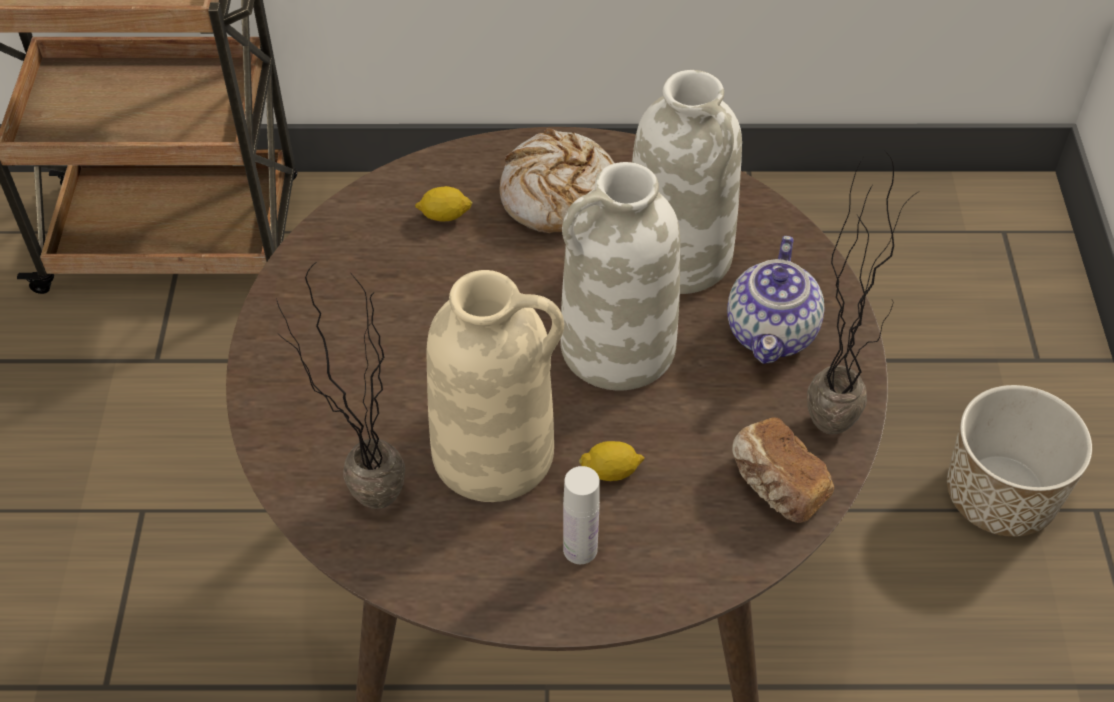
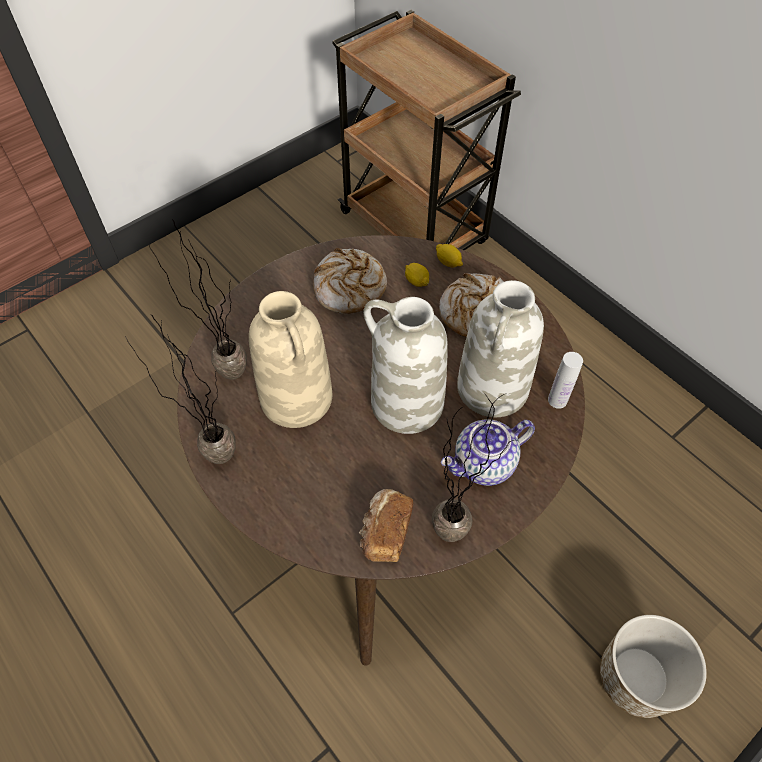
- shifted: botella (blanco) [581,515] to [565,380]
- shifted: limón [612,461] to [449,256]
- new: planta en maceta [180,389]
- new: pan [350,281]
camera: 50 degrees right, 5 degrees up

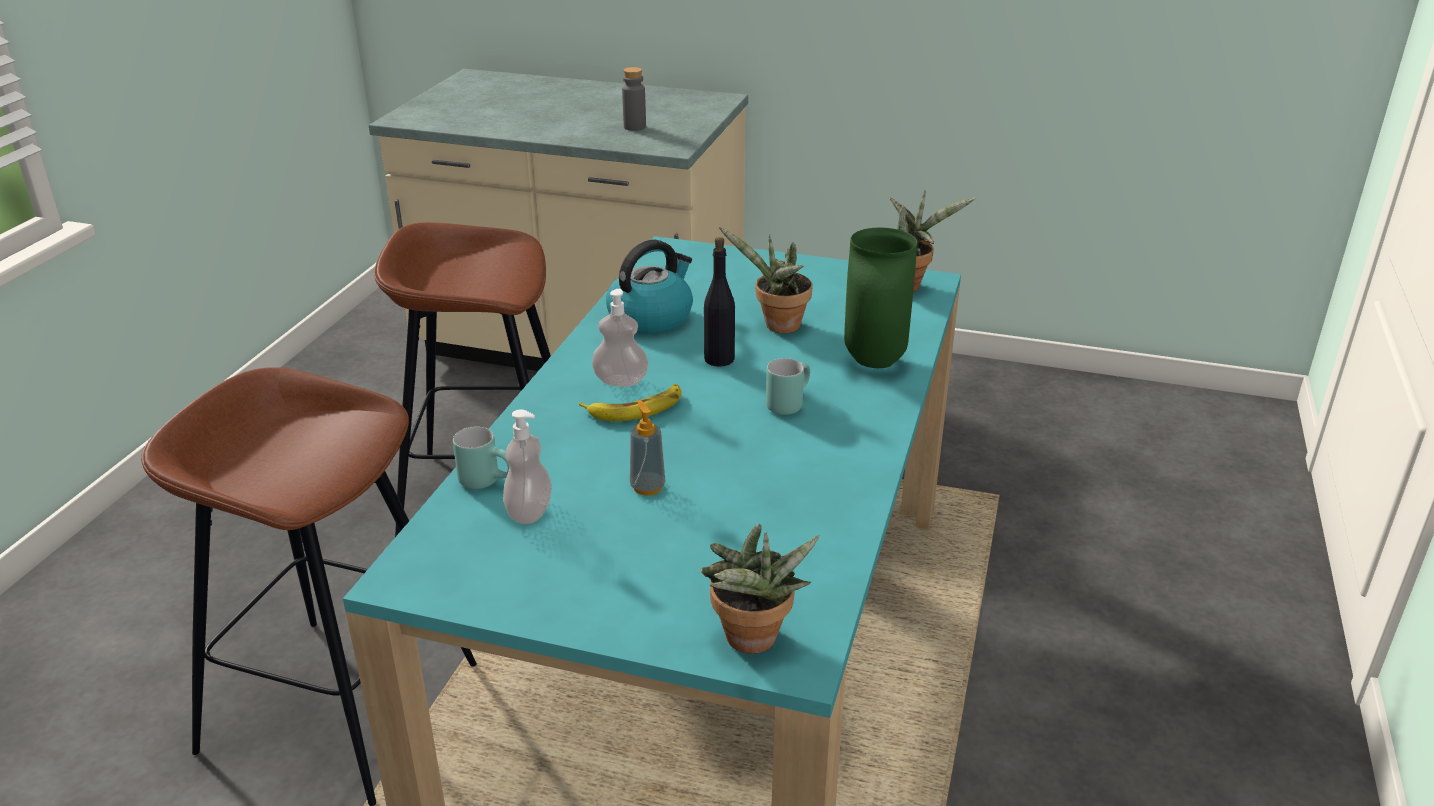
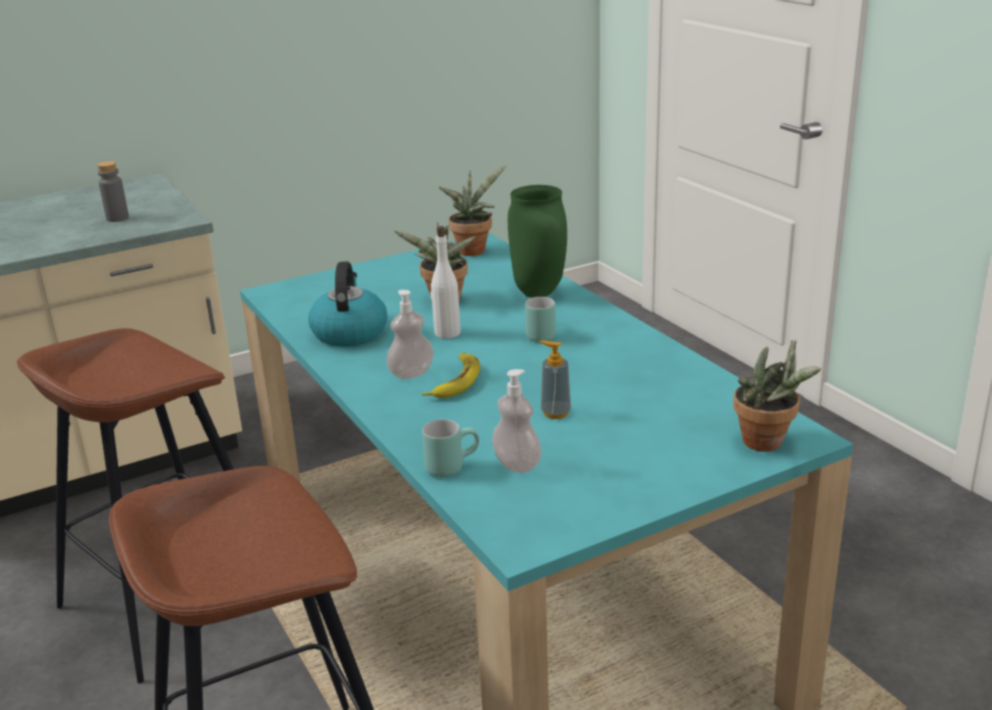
- repainted: botella (negro) [719,302] to botella (blanco) [446,282]
camera: 45 degrees left, 5 degrees down

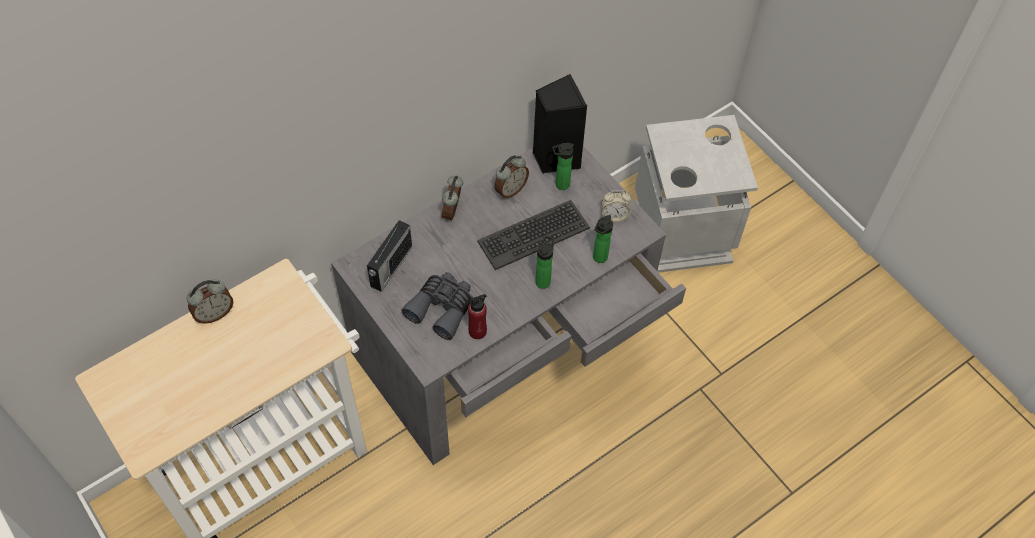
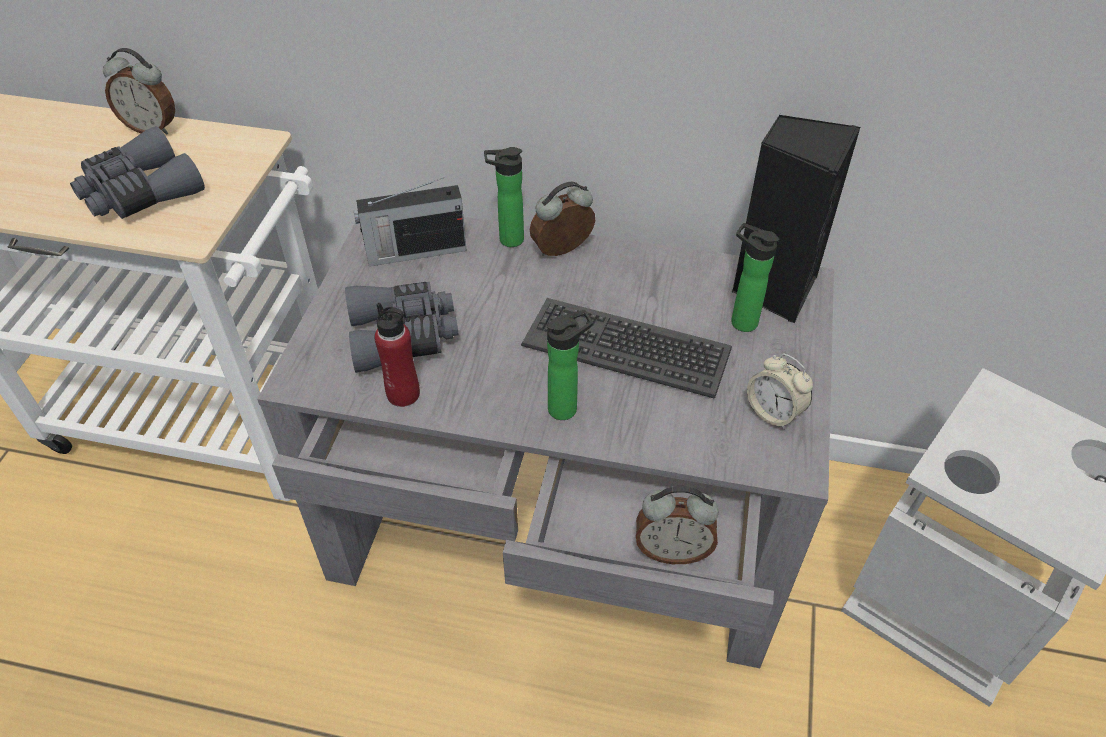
- shifted: despertador [511,177] to [677,525]
- shifted: botella [603,239] to [504,197]
- new: prismáticos (gris) [137,172]
camera: 50 degrees right, 10 degrees down

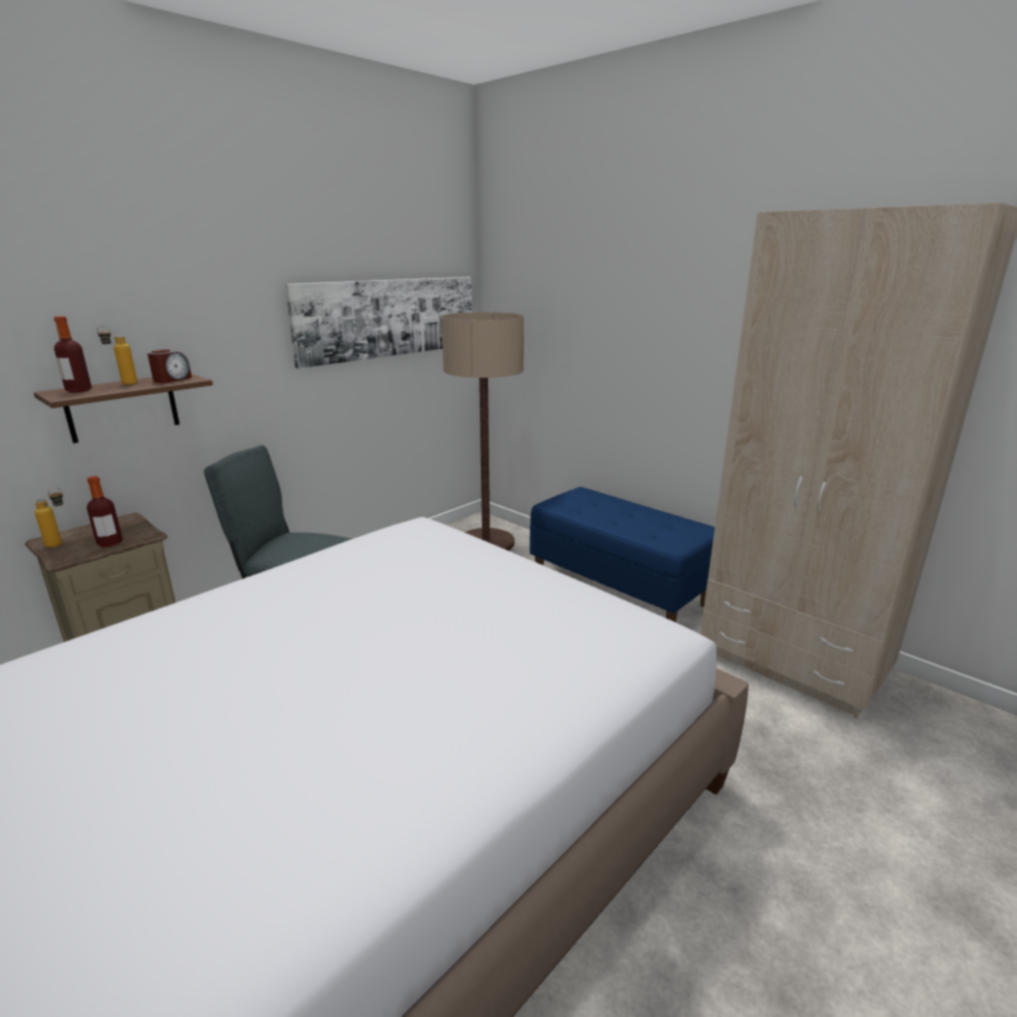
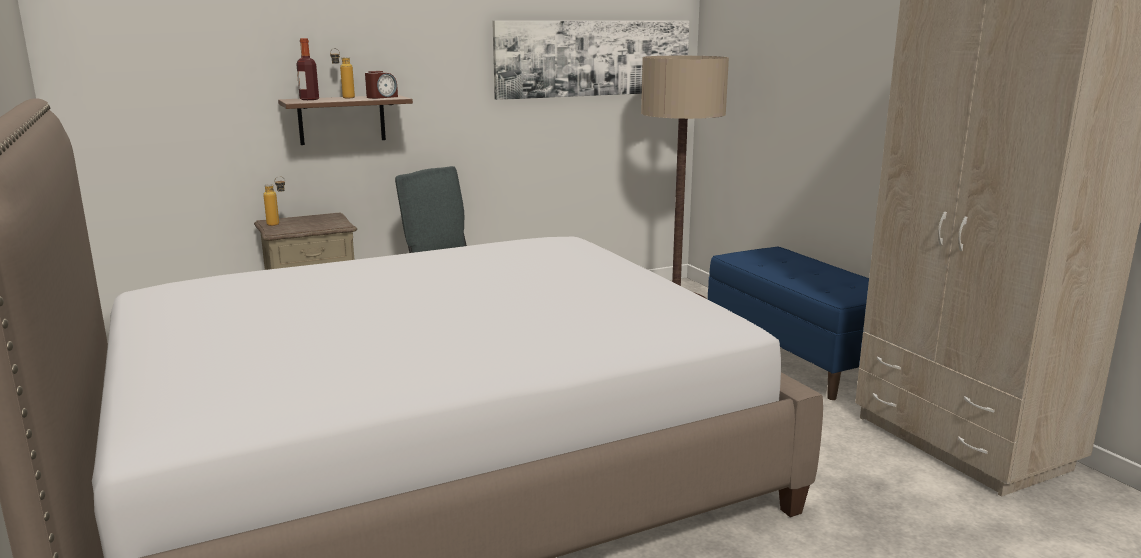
- gone: botella [105,511]
camera: 20 degrees right, 5 degrees down

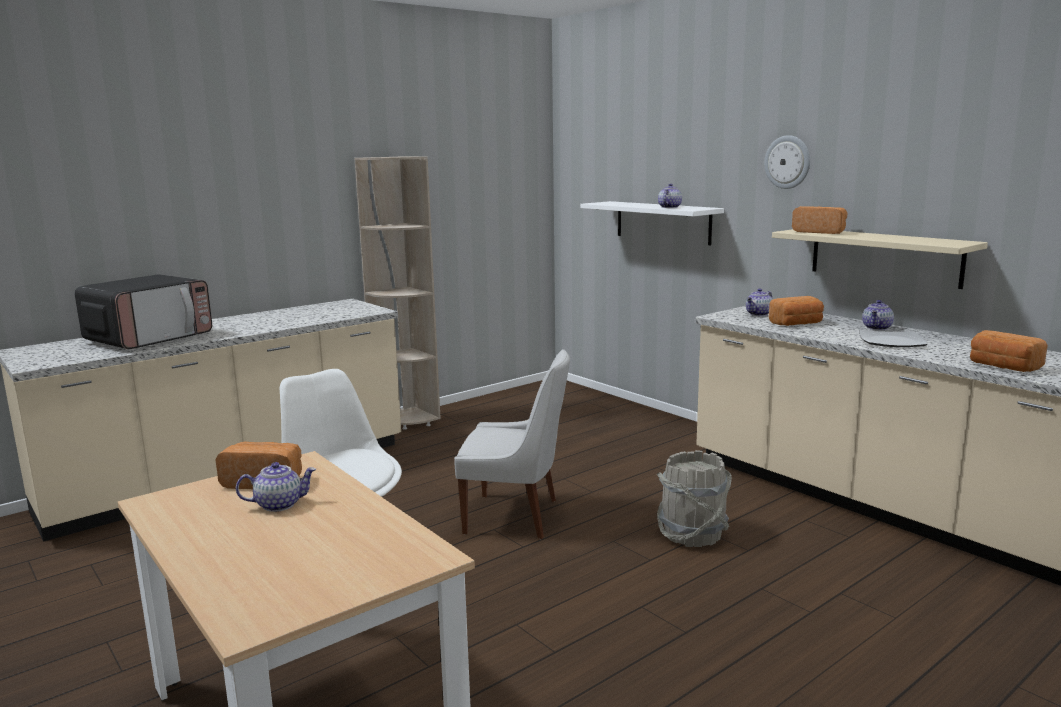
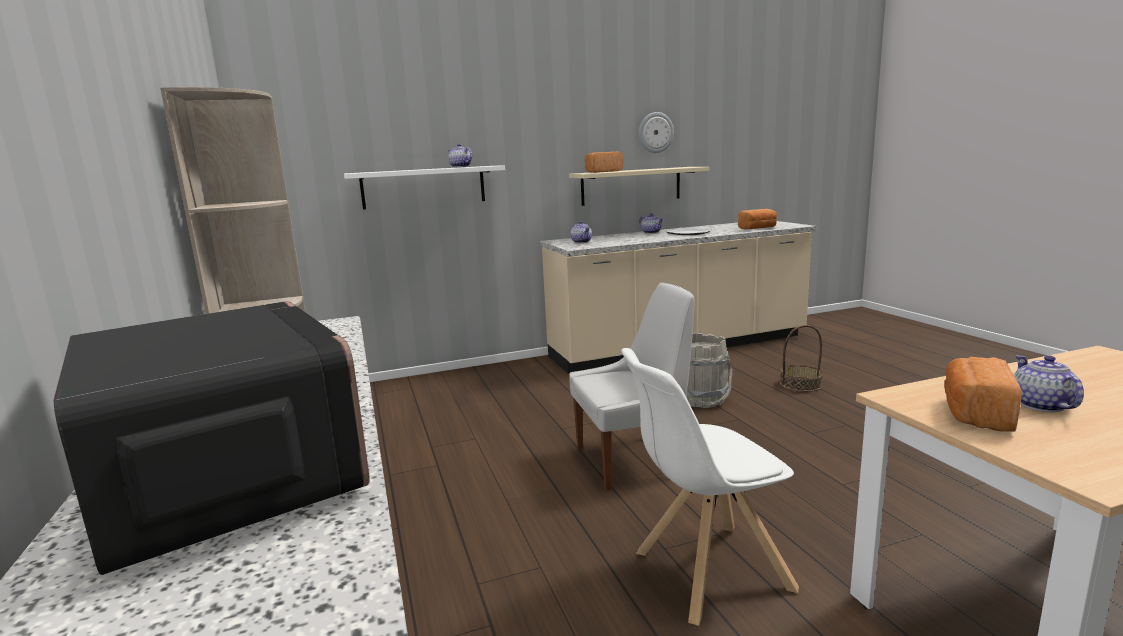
- rotated: silla (blanco) [512,444] = [632,387] 45 degrees clockwise
- shifted: reloj de pared [787,162] to [656,132]
- gone: pan [796,311]
- new: cesta [801,358]
camera: 70 degrees left, 0 degrees up

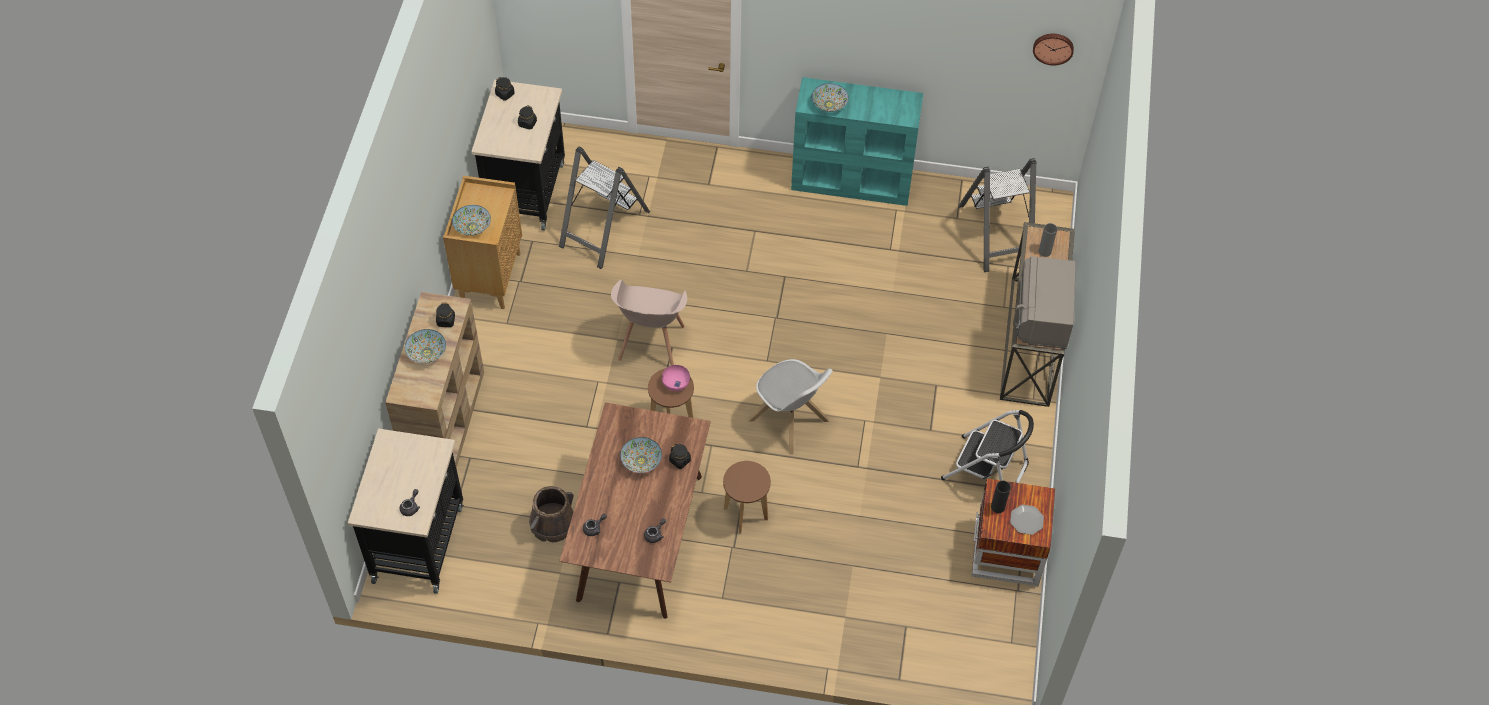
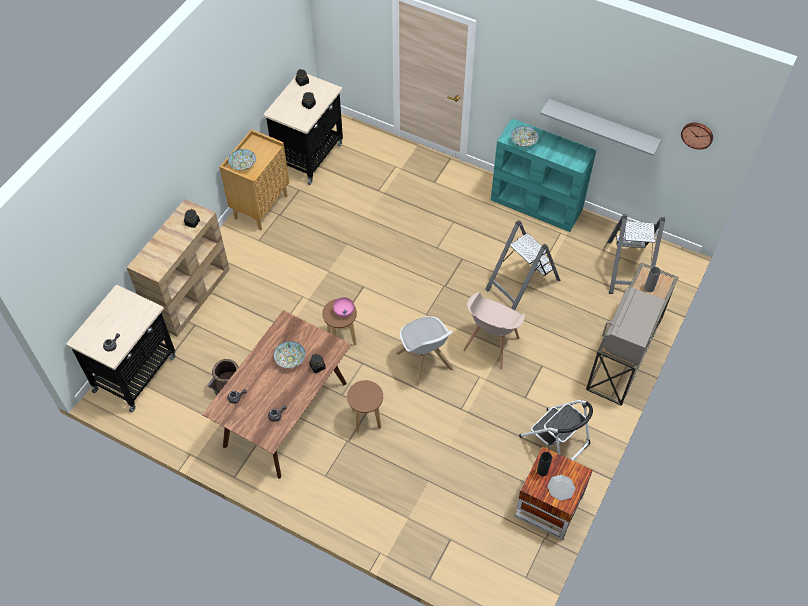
- gone: cuenco [425,346]
- shifted: escalera de tijera (gris) [604,207] to [522,265]
- shifted: silla (beis) [649,323] to [494,330]
- new: estante (gris) [600,127]
camera: 20 degrees right, 0 degrees up

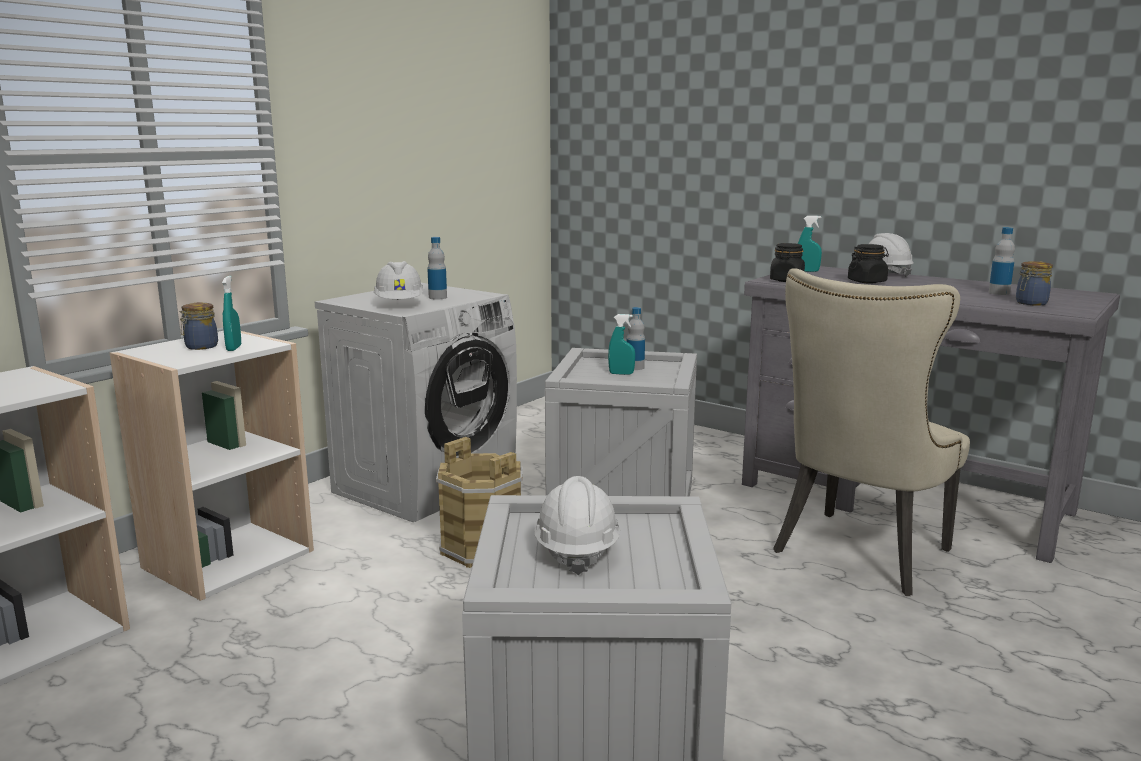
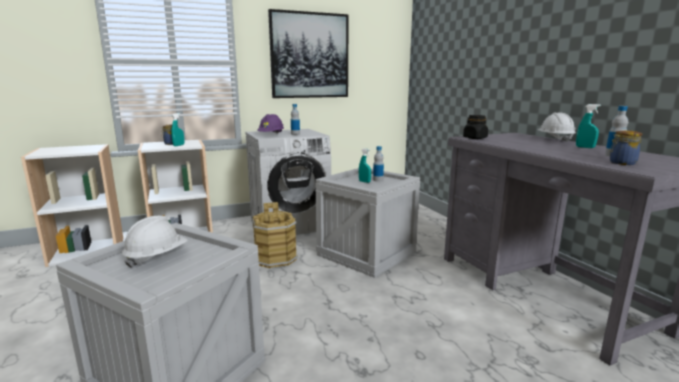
- repainted: casco (blanco) [398,280] to casco (morado) [270,123]
- gone: silla (beis) [871,432]
- shifted: pulverizador (turquesa) [810,244] to [588,126]
- gone: tarro (negro) [868,264]
- new: cuadro [308,53]
camera: 30 degrees right, 0 degrees up

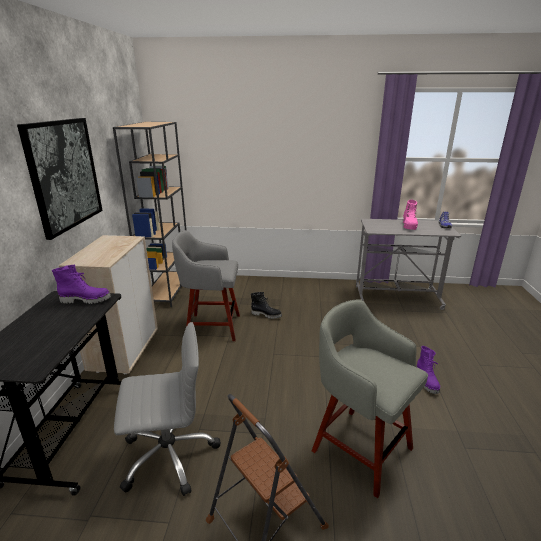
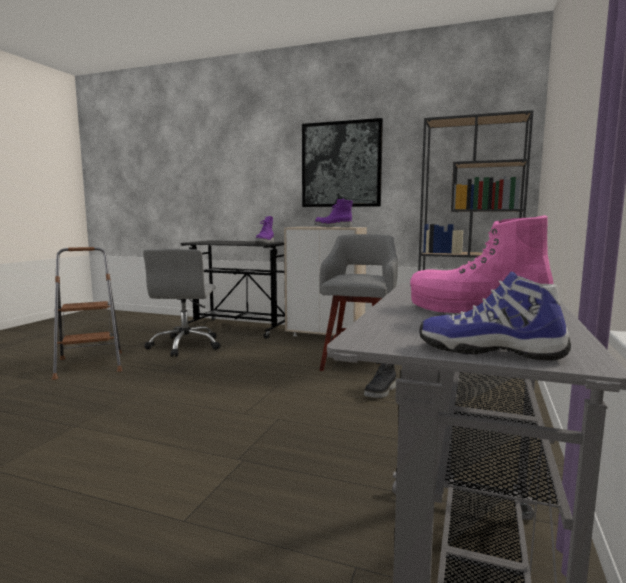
- gone: taburete (gris) [370,398]
- shifted: bota (morado) [428,370] to [333,213]
camera: 105 degrees right, 15 degrees down

